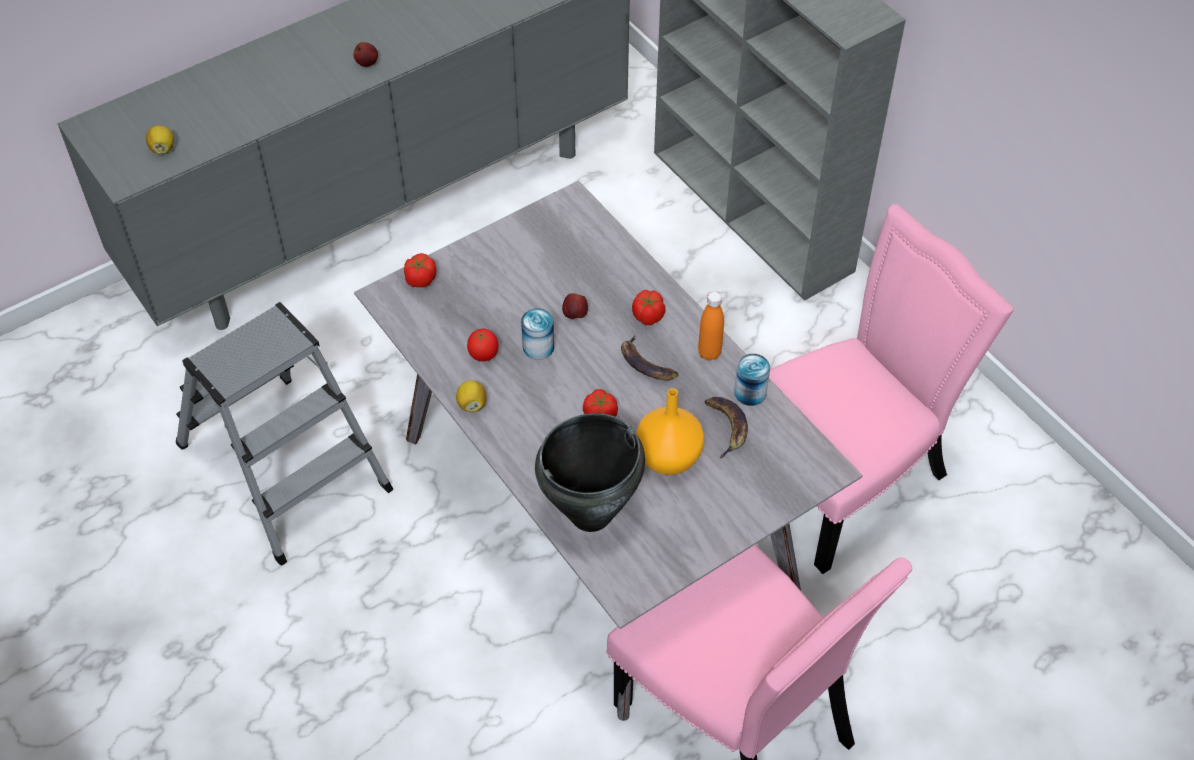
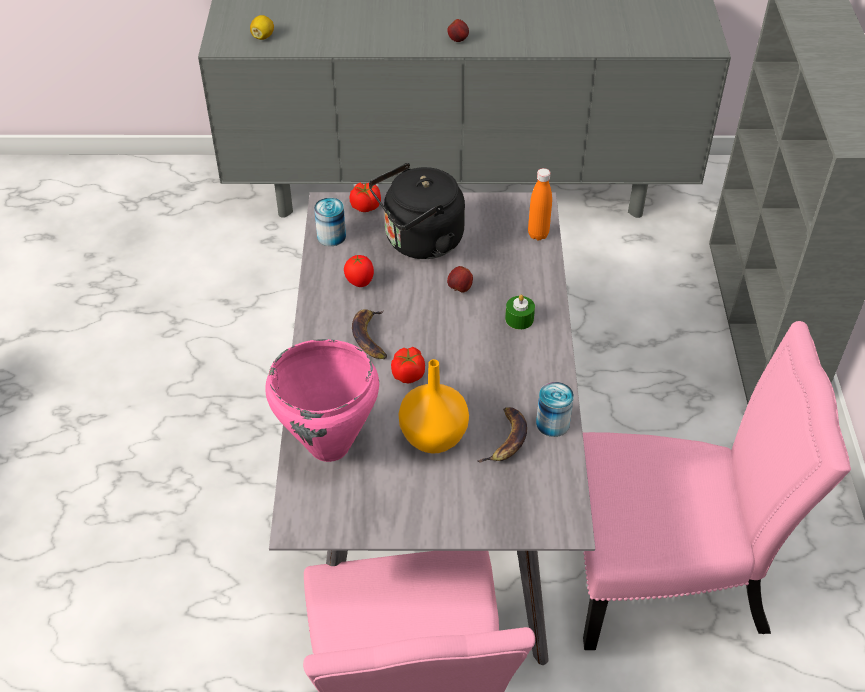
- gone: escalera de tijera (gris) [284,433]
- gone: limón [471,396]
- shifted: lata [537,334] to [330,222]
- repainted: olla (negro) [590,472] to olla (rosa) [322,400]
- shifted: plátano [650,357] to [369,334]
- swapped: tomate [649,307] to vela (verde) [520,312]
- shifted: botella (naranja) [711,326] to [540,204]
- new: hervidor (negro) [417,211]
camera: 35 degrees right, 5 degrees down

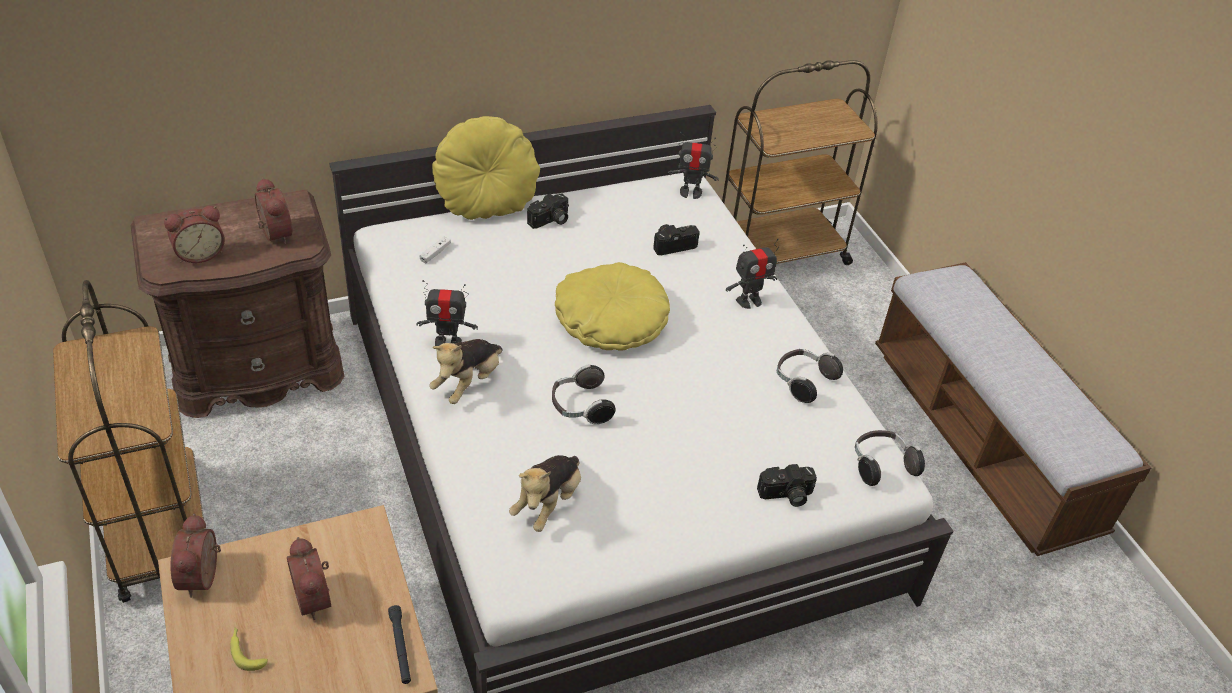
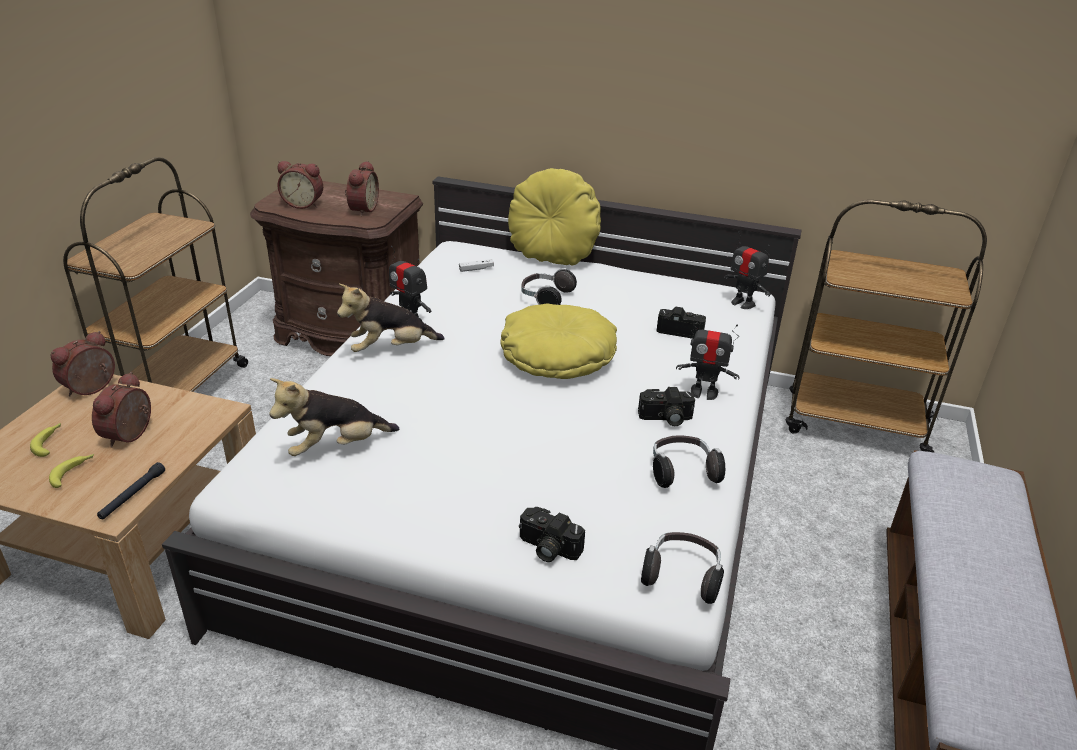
- shifted: cámara [548,211] to [666,406]
- shifted: auriculares [583,394] to [549,286]
- new: plátano [71,471]
camera: 40 degrees right, 10 degrees down

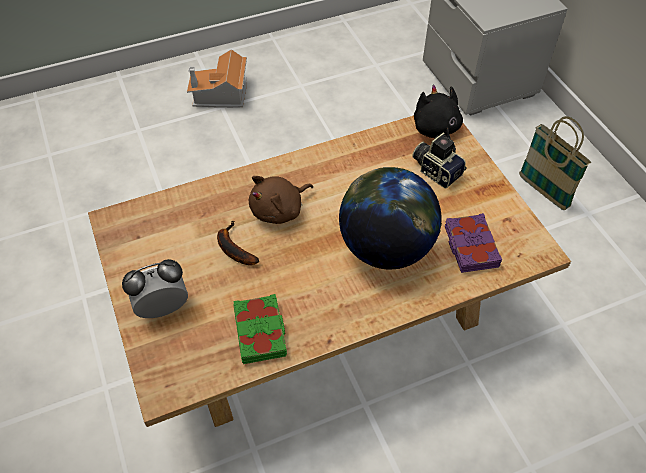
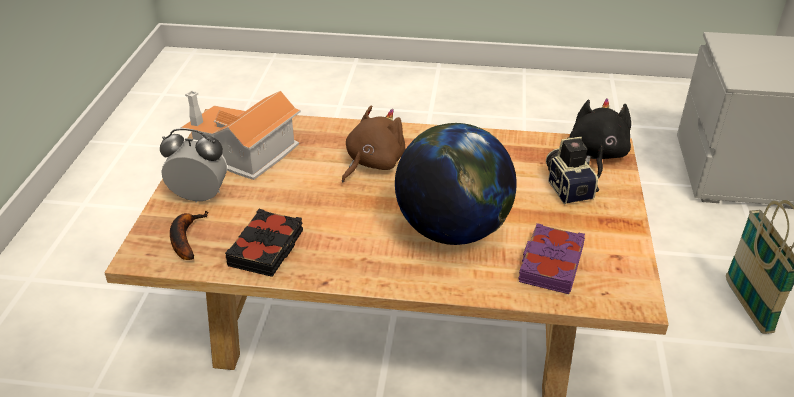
- shifted: casita [217,78] to [240,135]
- shifted: plátano [238,243] to [189,235]
- repainted: libro (verde) [260,329] to libro (negro) [264,243]
- rotated: peluche (marrón) [281,200] = [373,144] 135 degrees clockwise
camera: 30 degrees right, 15 degrees down

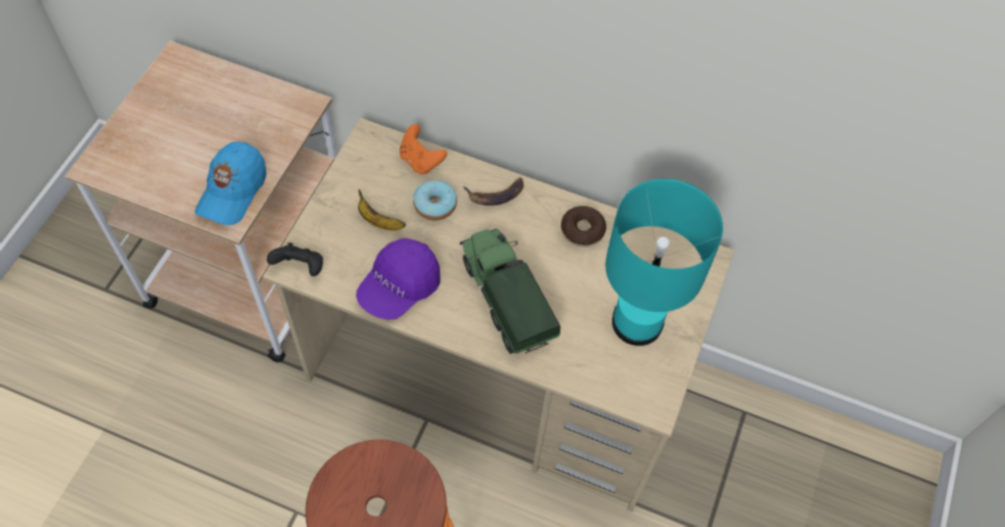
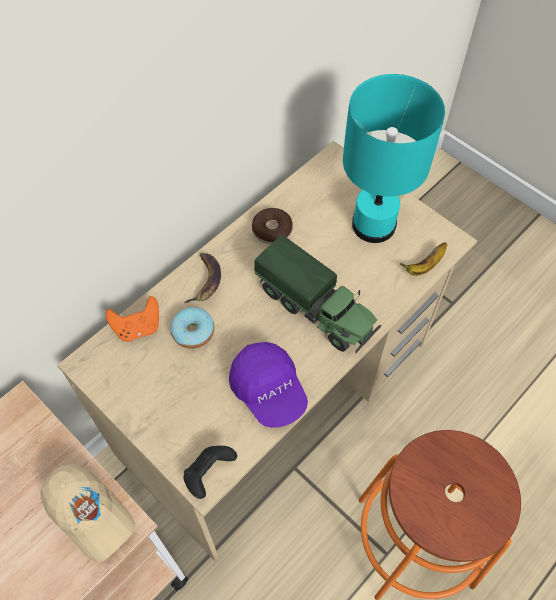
- repainted: gorra (azul) [231,183] to gorra (beis) [88,513]
- shifted: plátano [382,209] to [423,259]
- rotated: camión de juguete [510,291] = [317,294] 135 degrees counterclockwise
camera: 65 degrees left, 0 degrees up

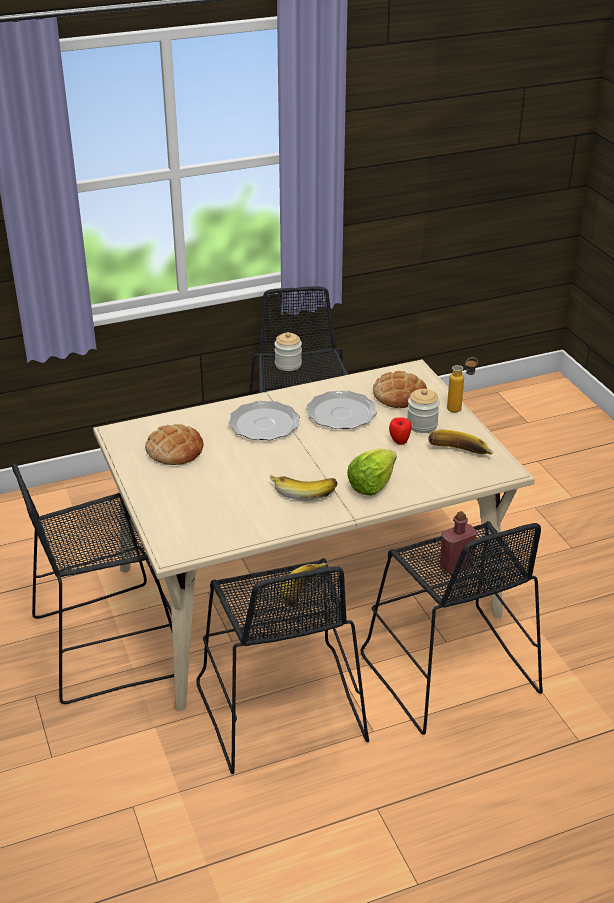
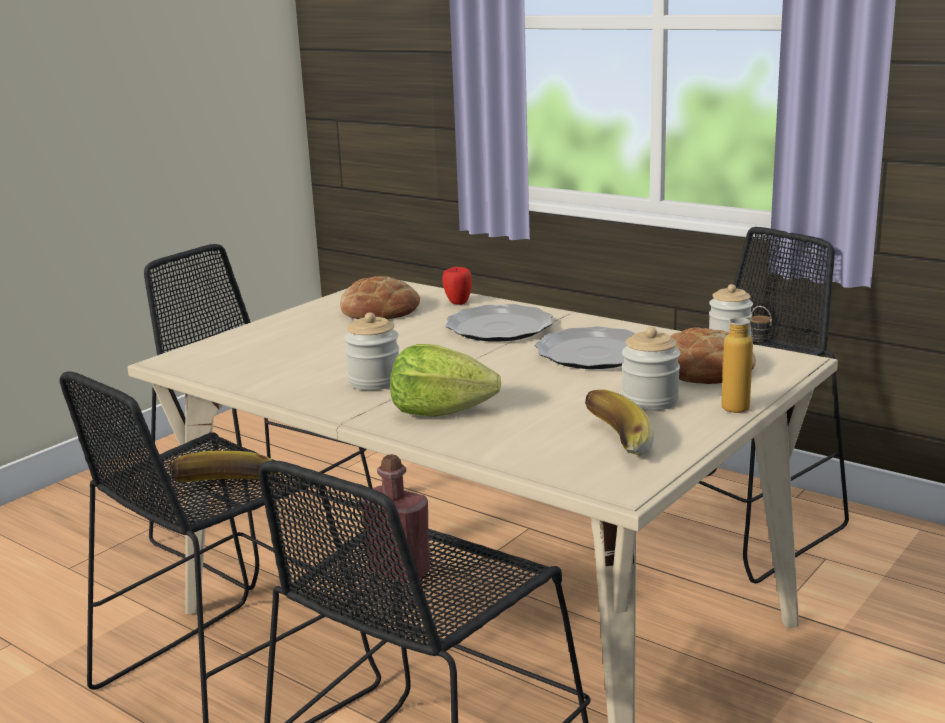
- swapped: plátano [303,487] to tarro [371,351]
- shifted: manzana [400,431] to [457,286]
camera: 60 degrees right, 15 degrees down

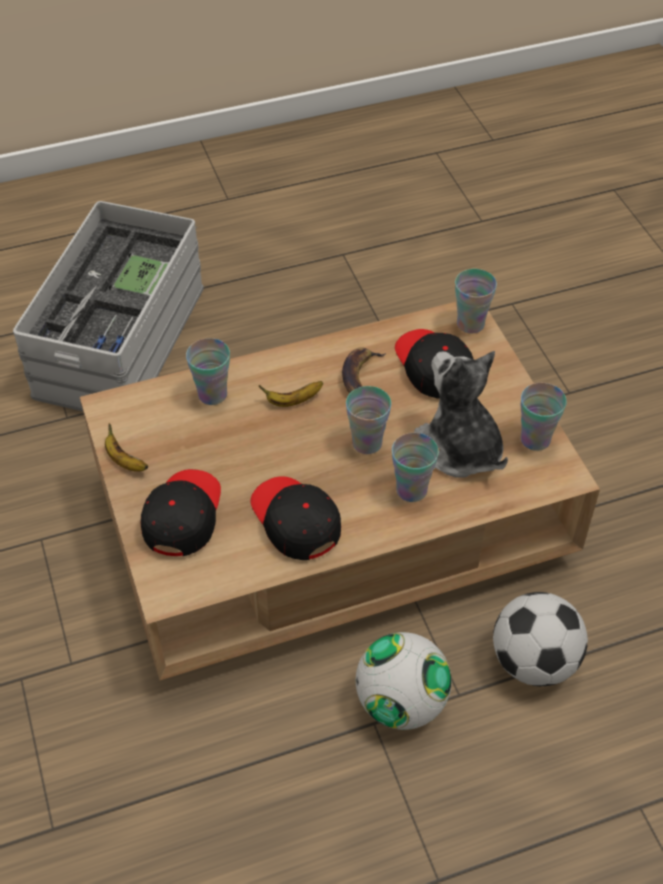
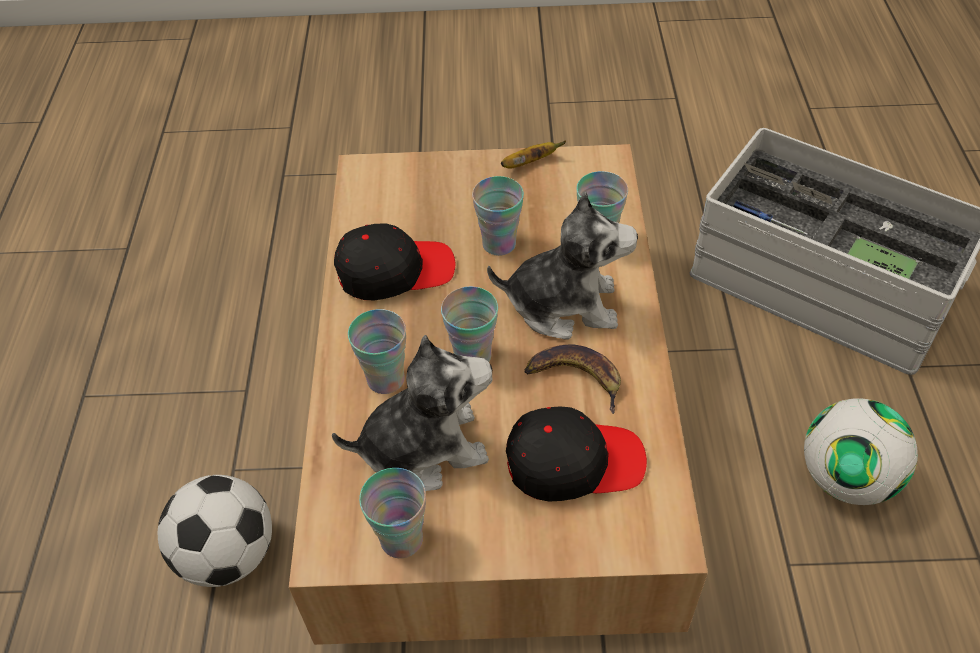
- gone: gorra (negro) [180,512]
- swapped: plátano [290,394] to peluche [562,265]
- shifted: balón de fútbol [403,681] to [861,451]
- shifted: taza [476,301] to [498,216]
camera: 110 degrees right, 0 degrees up

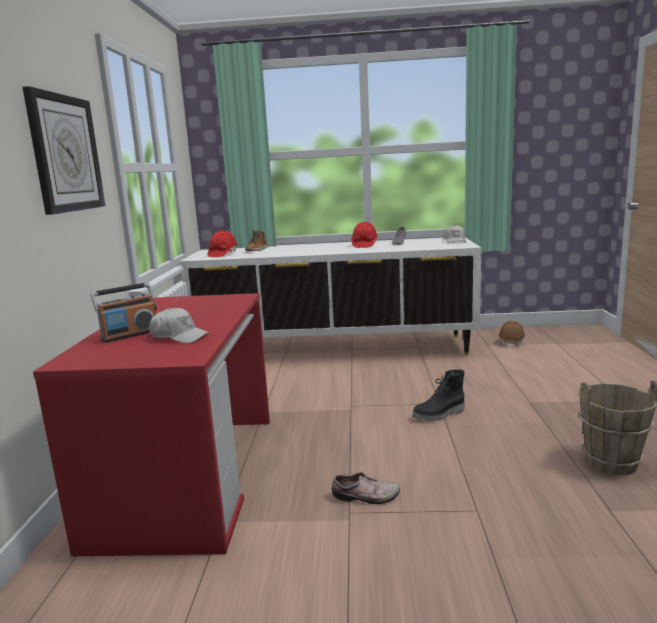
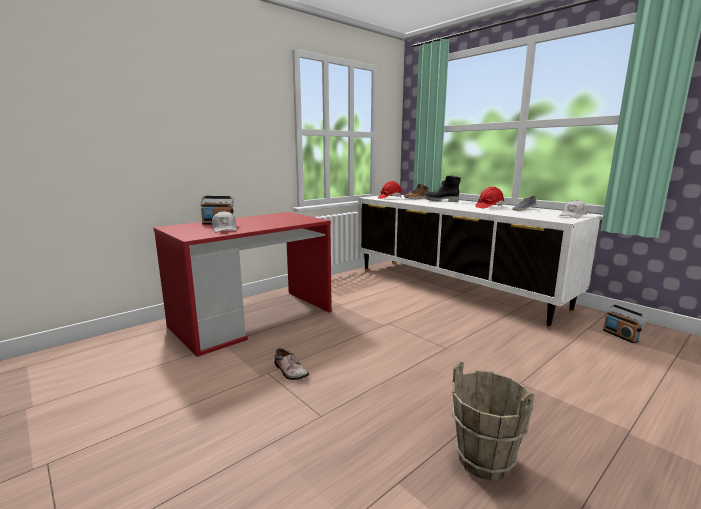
- gone: reloj de pared [64,150]
- shifted: bota (negro) [438,395] to [442,188]
- swapped: casco (marrón) [511,334] to radio [624,323]
camera: 45 degrees right, 0 degrees up

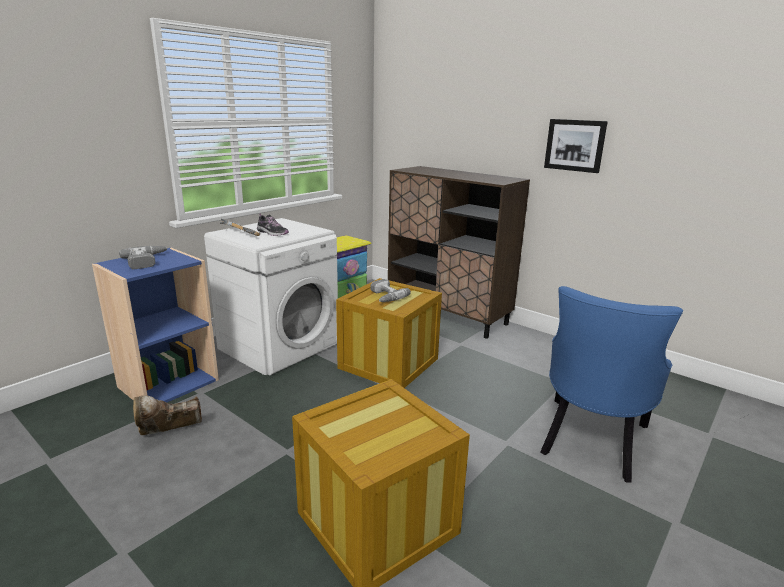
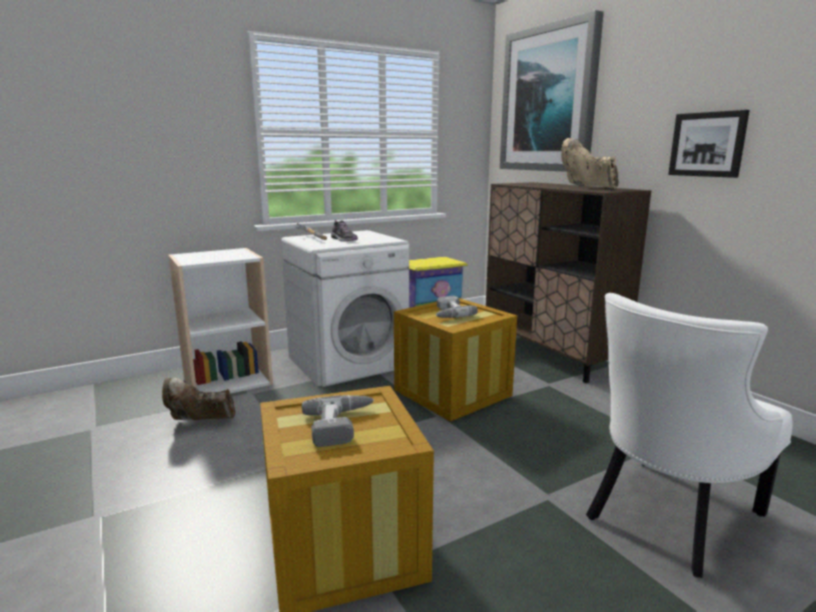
- repainted: estantería (azul) [155,325] to estantería (blanco) [220,321]
- shifted: taladro [143,257] to [338,421]
- repainted: silla (azul) [611,384] to silla (blanco) [689,435]
- new: cuadro [552,91]
- new: bota (beis) [590,163]
camera: 20 degrees right, 5 degrees down

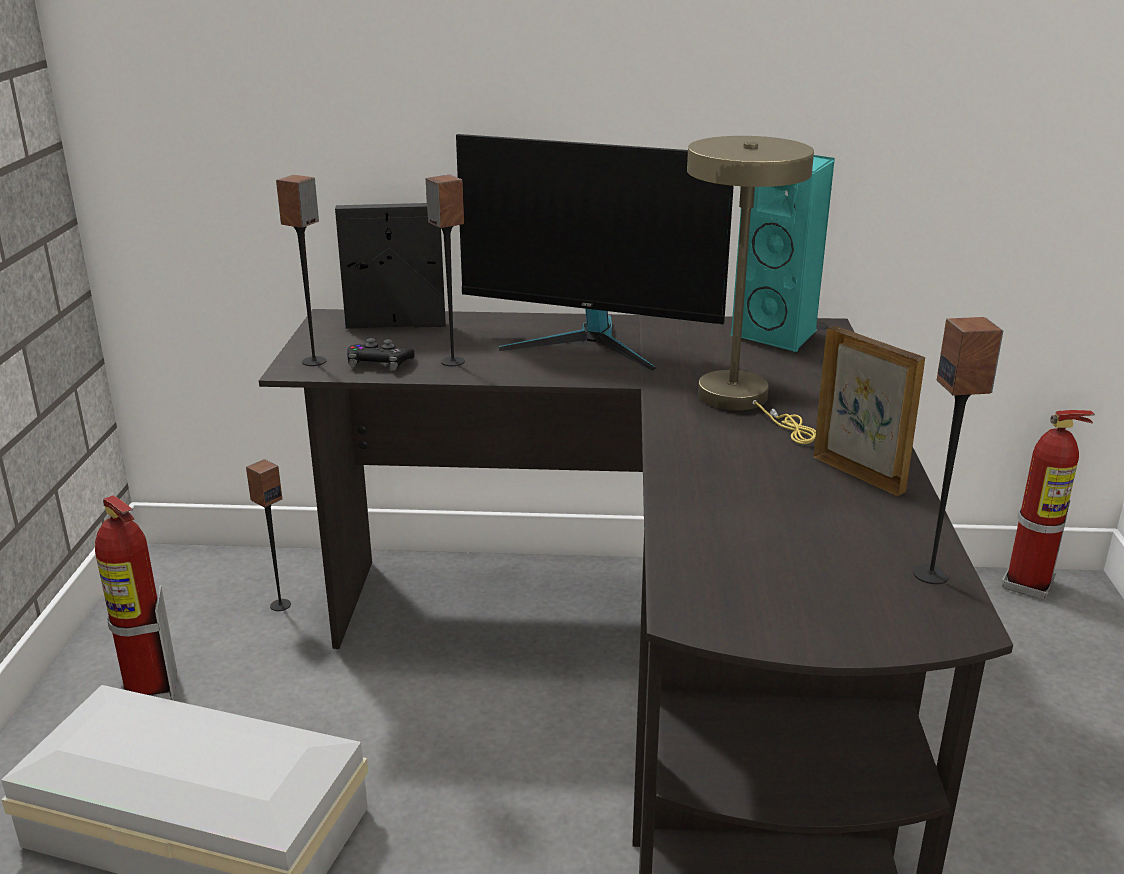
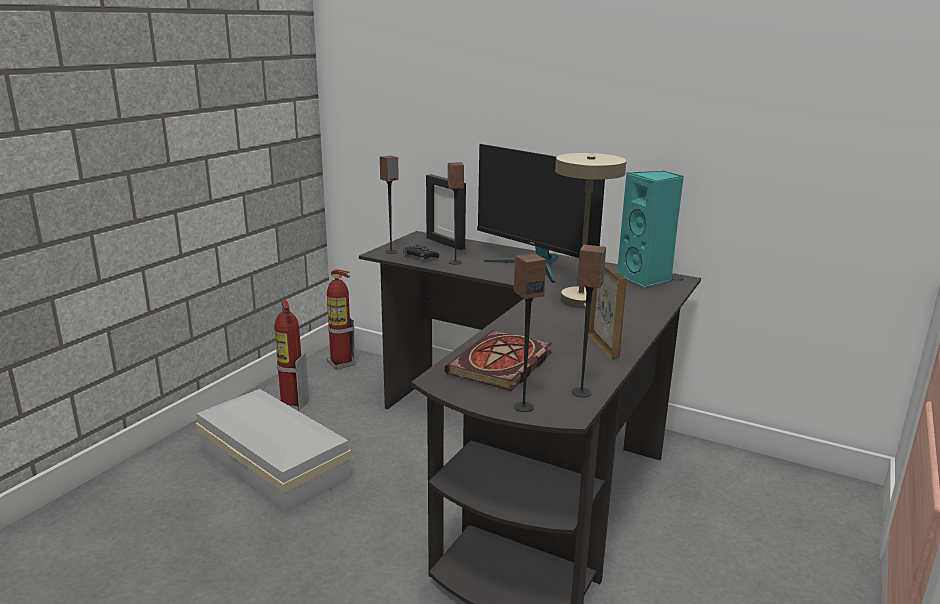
- shifted: altavoz [268,535] to [529,332]
- rotated: portarretratos [390,266] = [446,212] 150 degrees counterclockwise
- shifted: extintor [1048,505] to [341,319]
- new: libro [498,360]
camera: 25 degrees right, 5 degrees down

